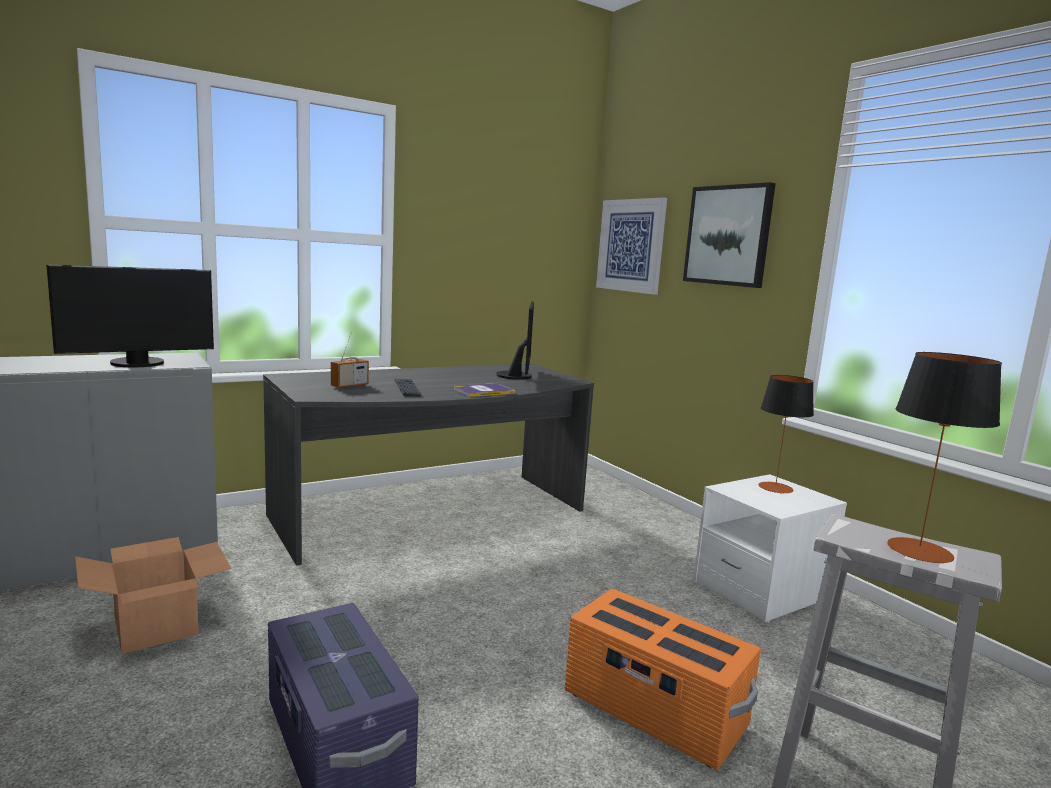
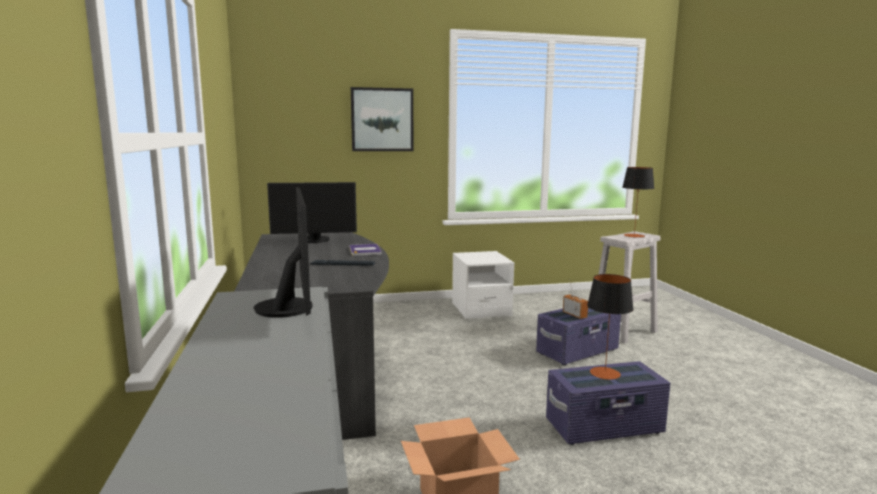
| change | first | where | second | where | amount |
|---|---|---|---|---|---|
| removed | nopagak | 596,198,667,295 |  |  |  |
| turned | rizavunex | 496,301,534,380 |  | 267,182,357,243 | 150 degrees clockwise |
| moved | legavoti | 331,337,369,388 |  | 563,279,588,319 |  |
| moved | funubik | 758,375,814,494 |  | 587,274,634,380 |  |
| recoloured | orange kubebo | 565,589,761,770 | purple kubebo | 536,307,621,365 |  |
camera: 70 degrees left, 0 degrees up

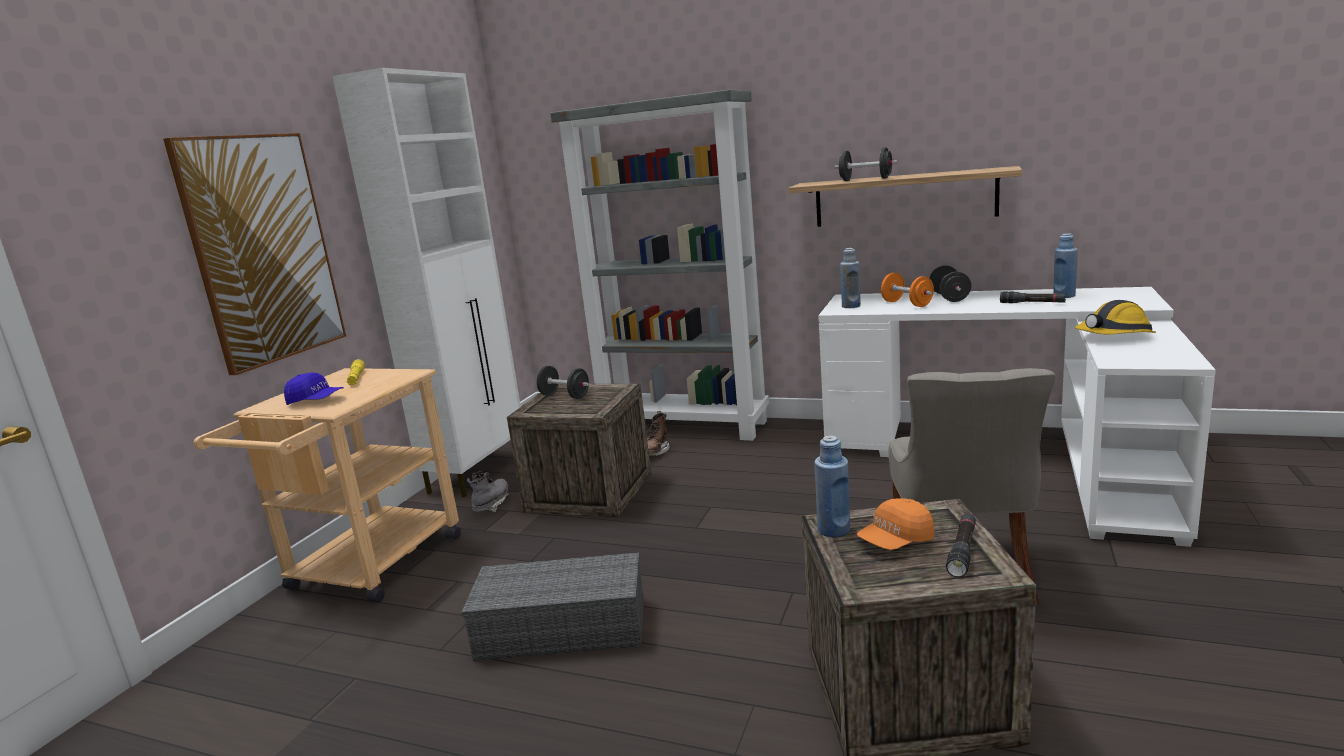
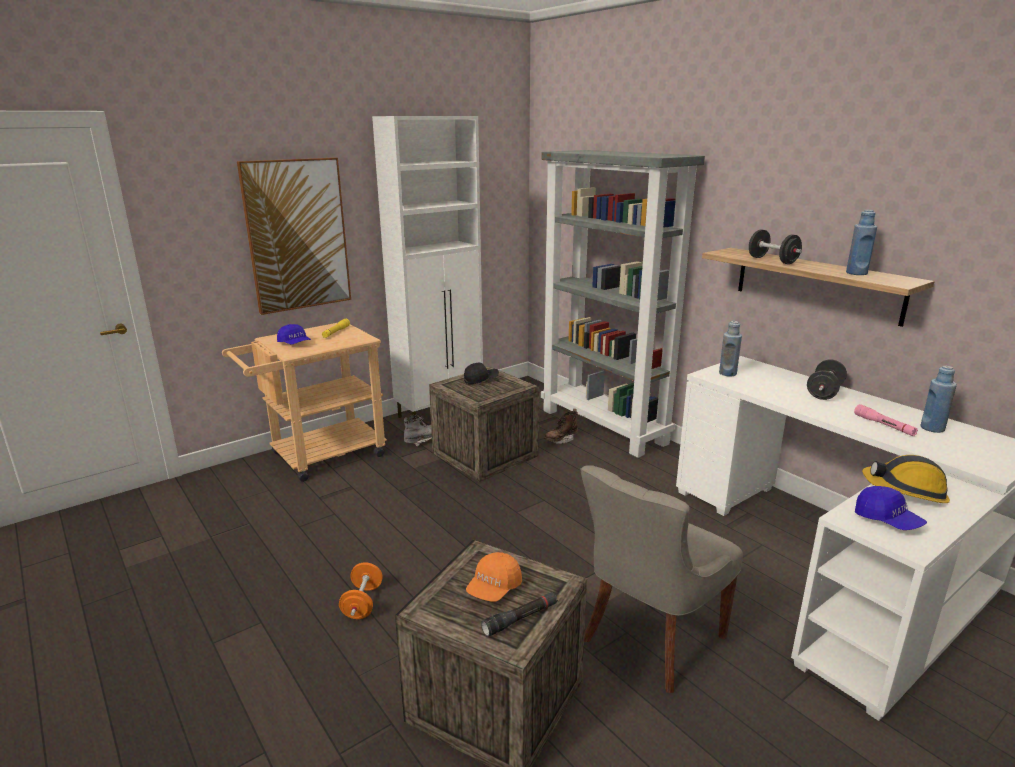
| change | first | where | second | where | amount |
|---|---|---|---|---|---|
| moved | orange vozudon | 881,273,934,307 |  | 339,562,383,619 |  |
| recoloured | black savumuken | 1000,292,1066,303 | pink savumuken | 854,404,918,436 |  |
| replaced | black vozudon | 537,366,589,399 | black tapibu | 464,363,499,384 |  |
| moved | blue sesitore | 814,435,850,537 |  | 846,210,877,275 |  |
| turned | orange tapibu | 857,498,934,550 |  | 466,552,522,602 | 60 degrees counterclockwise |
| removed | grey kubebo | 461,552,644,661 |  |  |  |
| added |  |  | blue tapibu | 855,486,927,530 |  |
camera: 30 degrees right, 5 degrees up

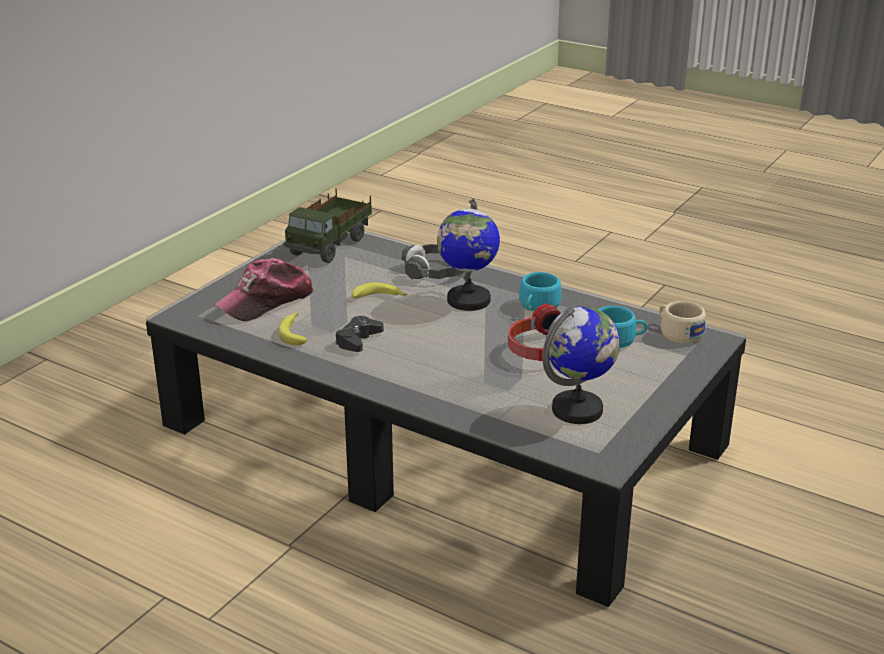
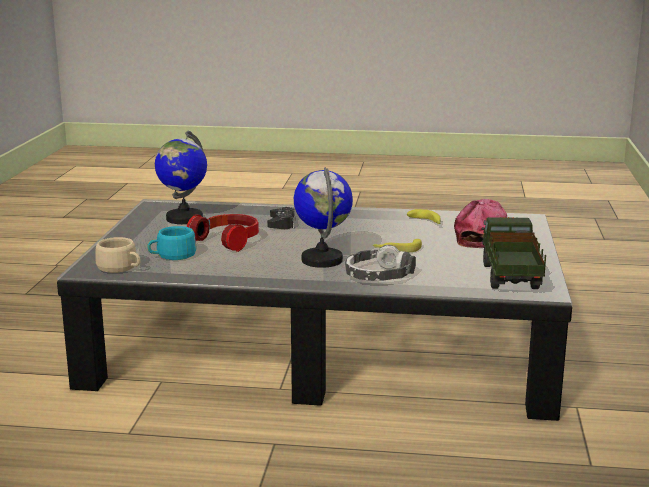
| change | first | where | second | where | amount |
|---|---|---|---|---|---|
| removed | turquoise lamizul | 519,272,561,311 |  |  |  |
| moved | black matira | 335,316,384,352 |  | 267,207,296,229 |  |
camera: 155 degrees right, 10 degrees down

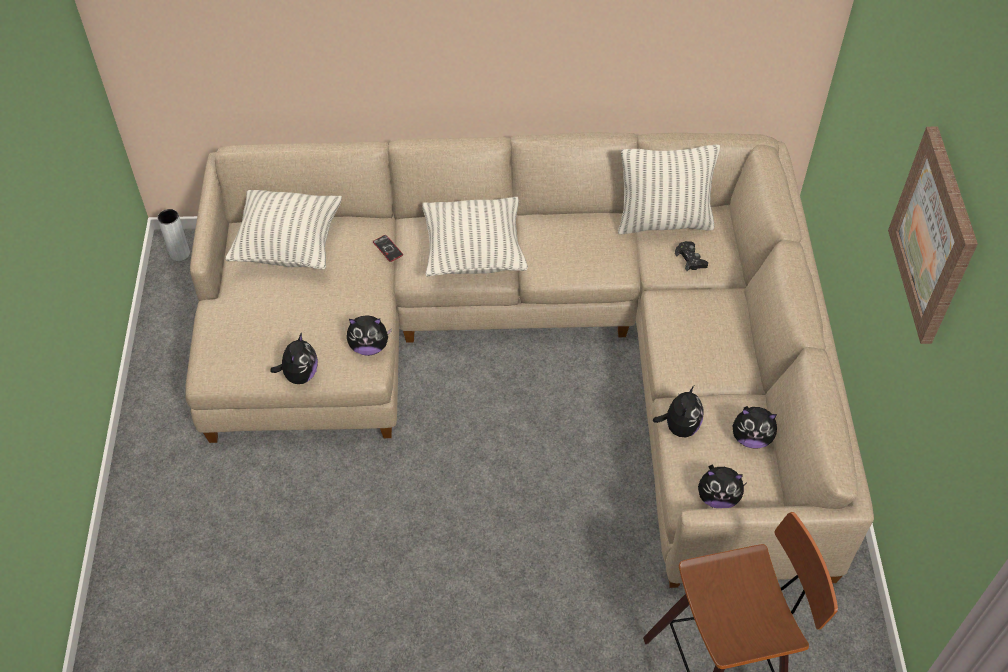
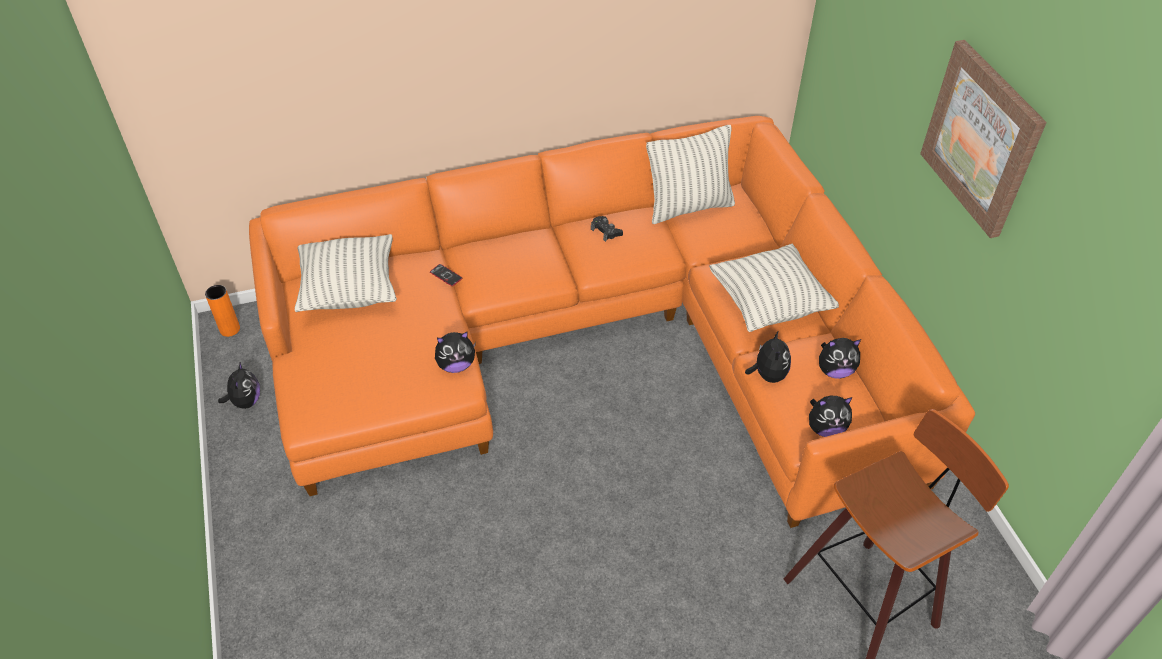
| change | first | where | second | where | amount |
|---|---|---|---|---|---|
| recoloured | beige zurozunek | 186,133,874,588 | orange zurozunek | 249,116,975,528 |  |
| moved | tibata | 422,197,528,276 |  | 709,243,839,332 |  |
| recoloured | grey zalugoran | 158,209,190,261 | orange zalugoran | 205,285,240,337 |  |
| moved | black matira | 675,241,708,271 |  | 591,216,623,242 |  |
| moved | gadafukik | 270,332,318,384 |  | 218,361,260,409 |  |
camera: 15 degrees left, 5 degrees down

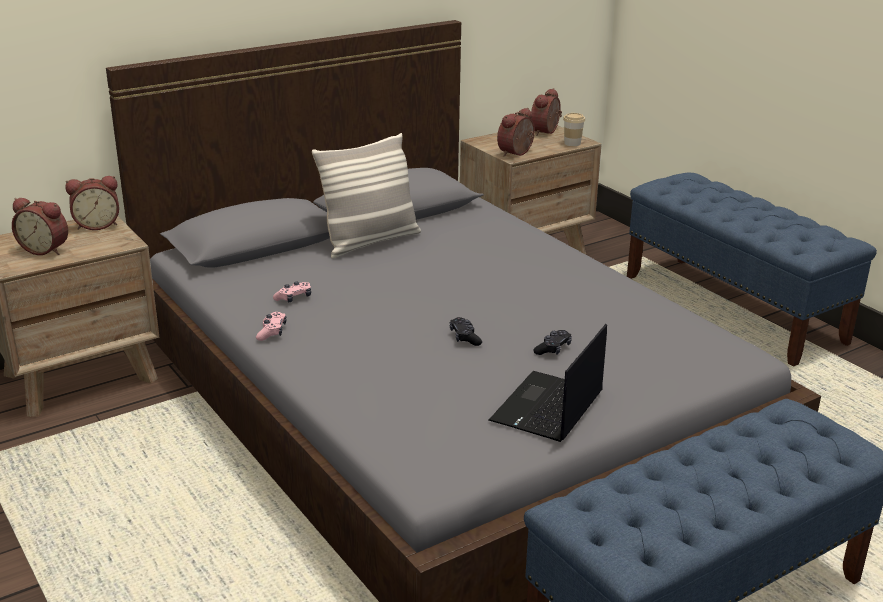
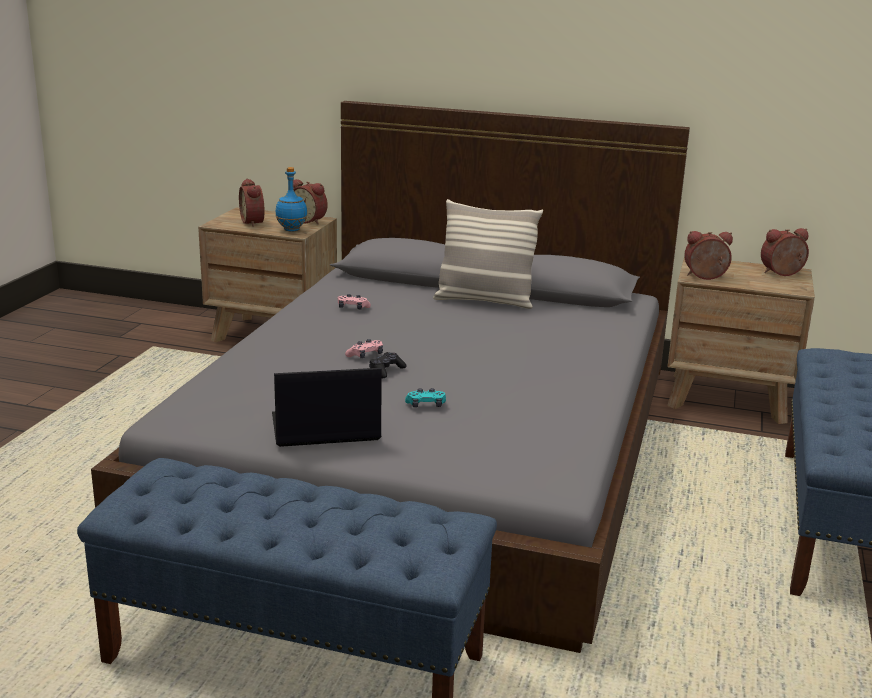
| change | first | where | second | where | amount |
|---|---|---|---|---|---|
| removed | lamizul | 563,113,585,146 |  |  |  |
| moved | pink matira | 256,312,286,341 |  | 345,339,383,358 |  |
| recoloured | black matira | 533,330,572,355 | turquoise matira | 405,388,446,407 |  |
| added |  |  | blue sesitore | 275,167,308,232 |  |
camera: 50 degrees right, 5 degrees down

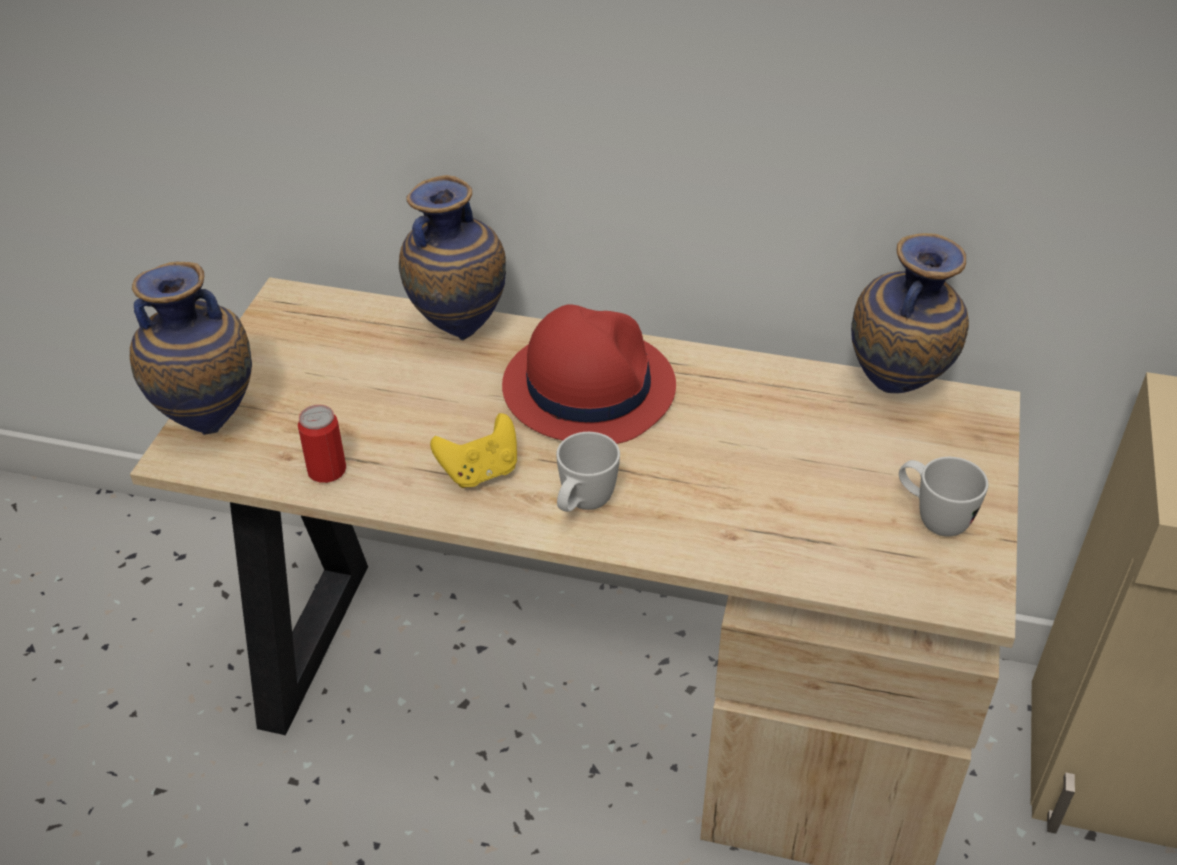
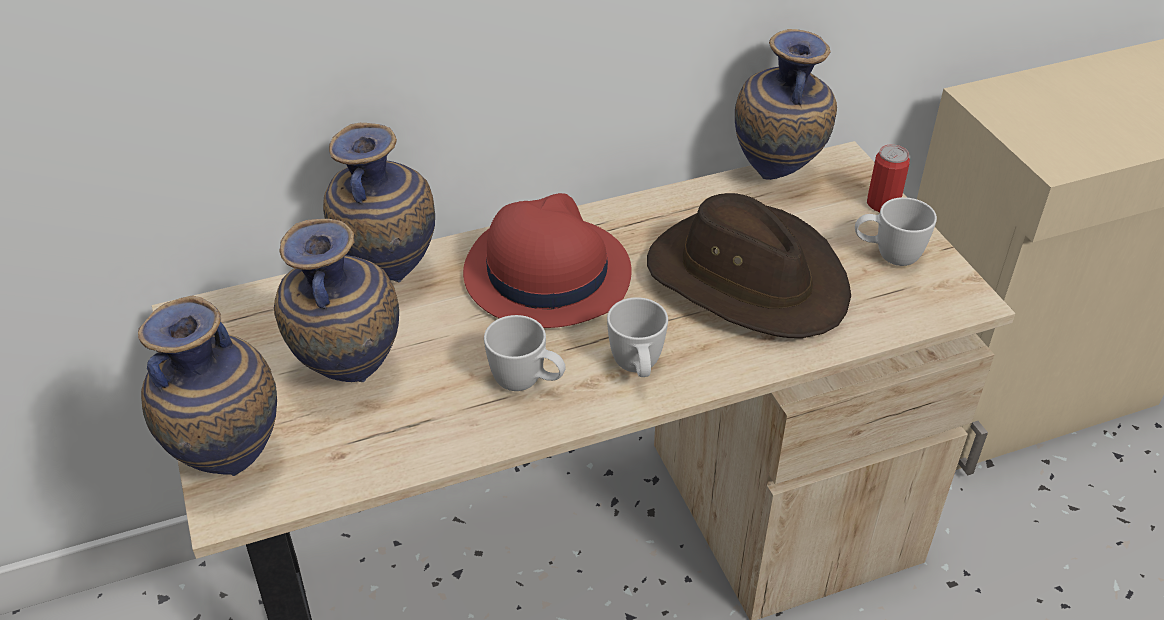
| change | first | where | second | where | amount |
|---|---|---|---|---|---|
| moved | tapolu | 298,405,346,483 |  | 867,144,910,212 |  |
| replaced | yellow matira | 430,413,517,488 | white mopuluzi | 484,315,566,391 |  |
| added |  |  | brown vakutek | 647,193,851,338 |  |
| added |  |  | zalugoran | 274,219,399,382 |  |
camera: 35 degrees left, 0 degrees up

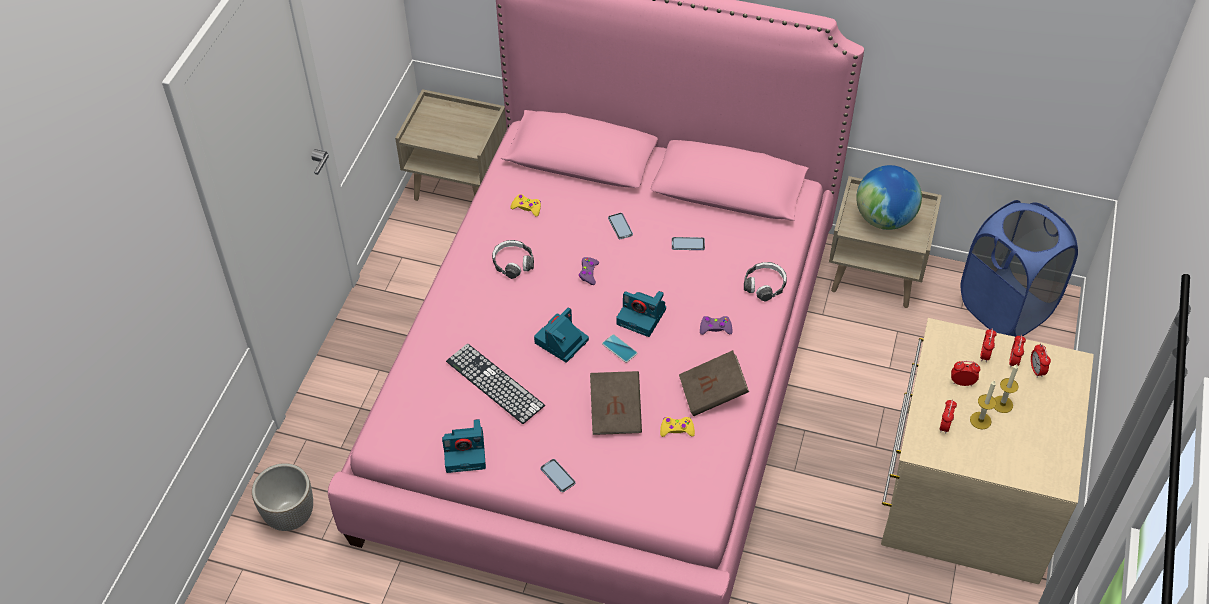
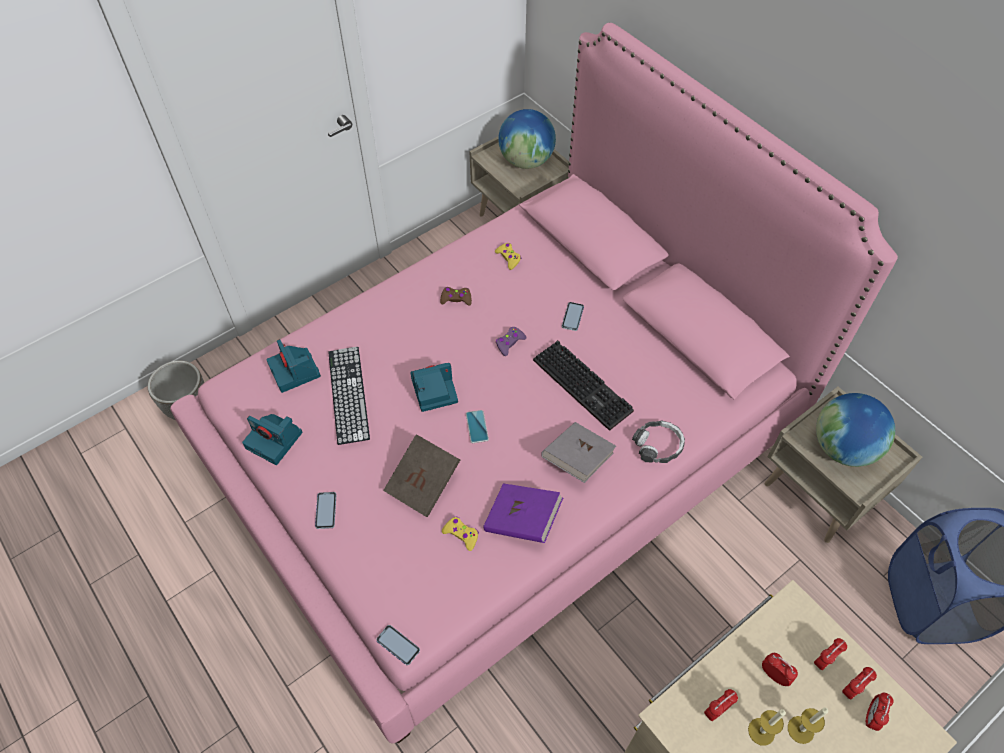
| change | first | where | second | where | amount |
|---|---|---|---|---|---|
| moved | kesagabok | 672,237,705,250 |  | 376,625,420,665 |  |
| replaced | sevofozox | 492,240,534,279 | brown matira | 440,287,472,305 |  |
| moved | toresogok | 616,291,666,337 |  | 266,339,321,393 |  |
| replaced | purple matira | 700,316,733,335 | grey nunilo | 541,422,616,483 |  |
| recoloured | brown nunilo | 679,350,749,416 | purple nunilo | 483,483,563,543 |  |
| added |  |  | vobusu | 498,109,556,169 |  |
| added |  |  | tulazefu | 533,340,634,431 |  |
camera: 35 degrees right, 5 degrees up

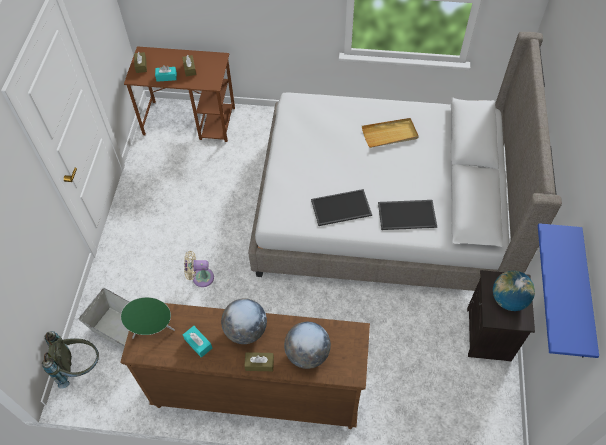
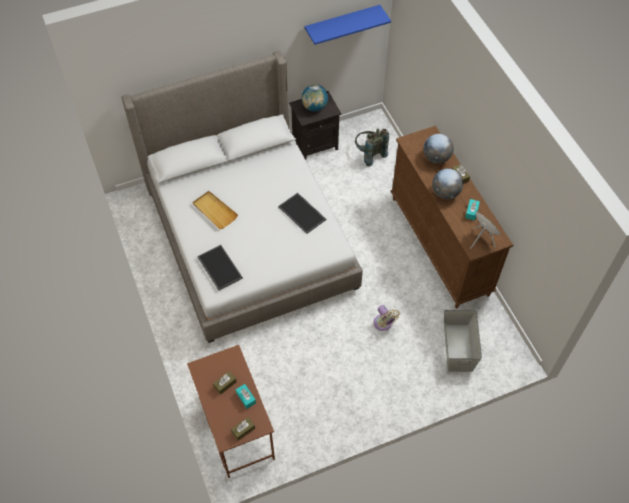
| change | first | where | second | where | amount |
|---|---|---|---|---|---|
| moved | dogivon | 378,200,437,230 |  | 197,245,243,290 |  |
| moved | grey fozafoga | 42,331,99,389 |  | 355,129,389,167 |  |
camera: 120 degrees left, 0 degrees up

